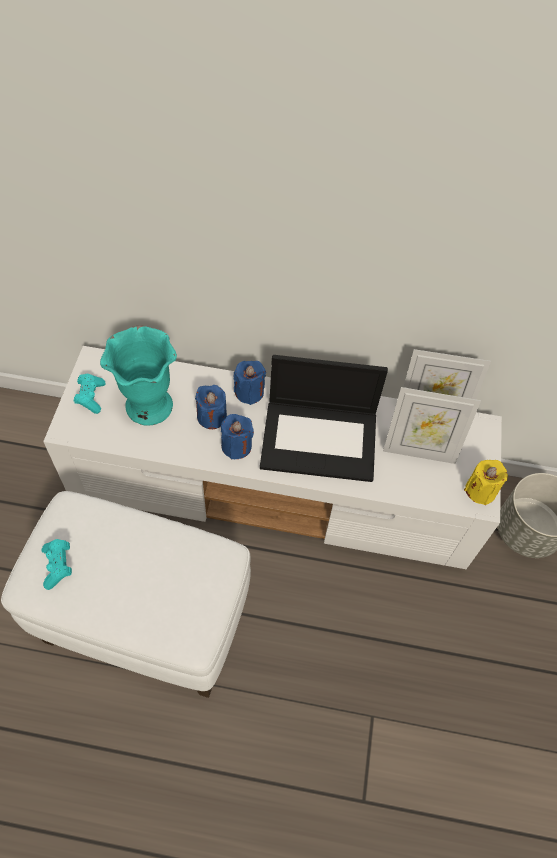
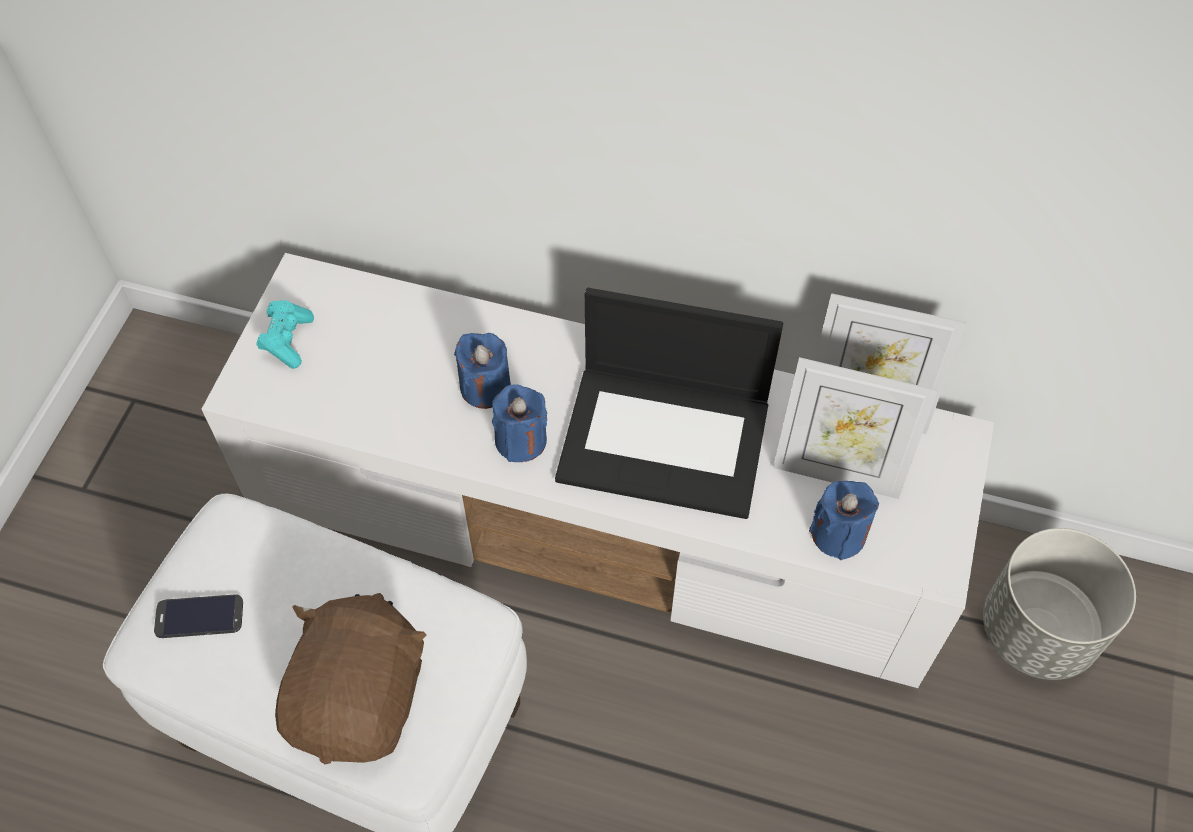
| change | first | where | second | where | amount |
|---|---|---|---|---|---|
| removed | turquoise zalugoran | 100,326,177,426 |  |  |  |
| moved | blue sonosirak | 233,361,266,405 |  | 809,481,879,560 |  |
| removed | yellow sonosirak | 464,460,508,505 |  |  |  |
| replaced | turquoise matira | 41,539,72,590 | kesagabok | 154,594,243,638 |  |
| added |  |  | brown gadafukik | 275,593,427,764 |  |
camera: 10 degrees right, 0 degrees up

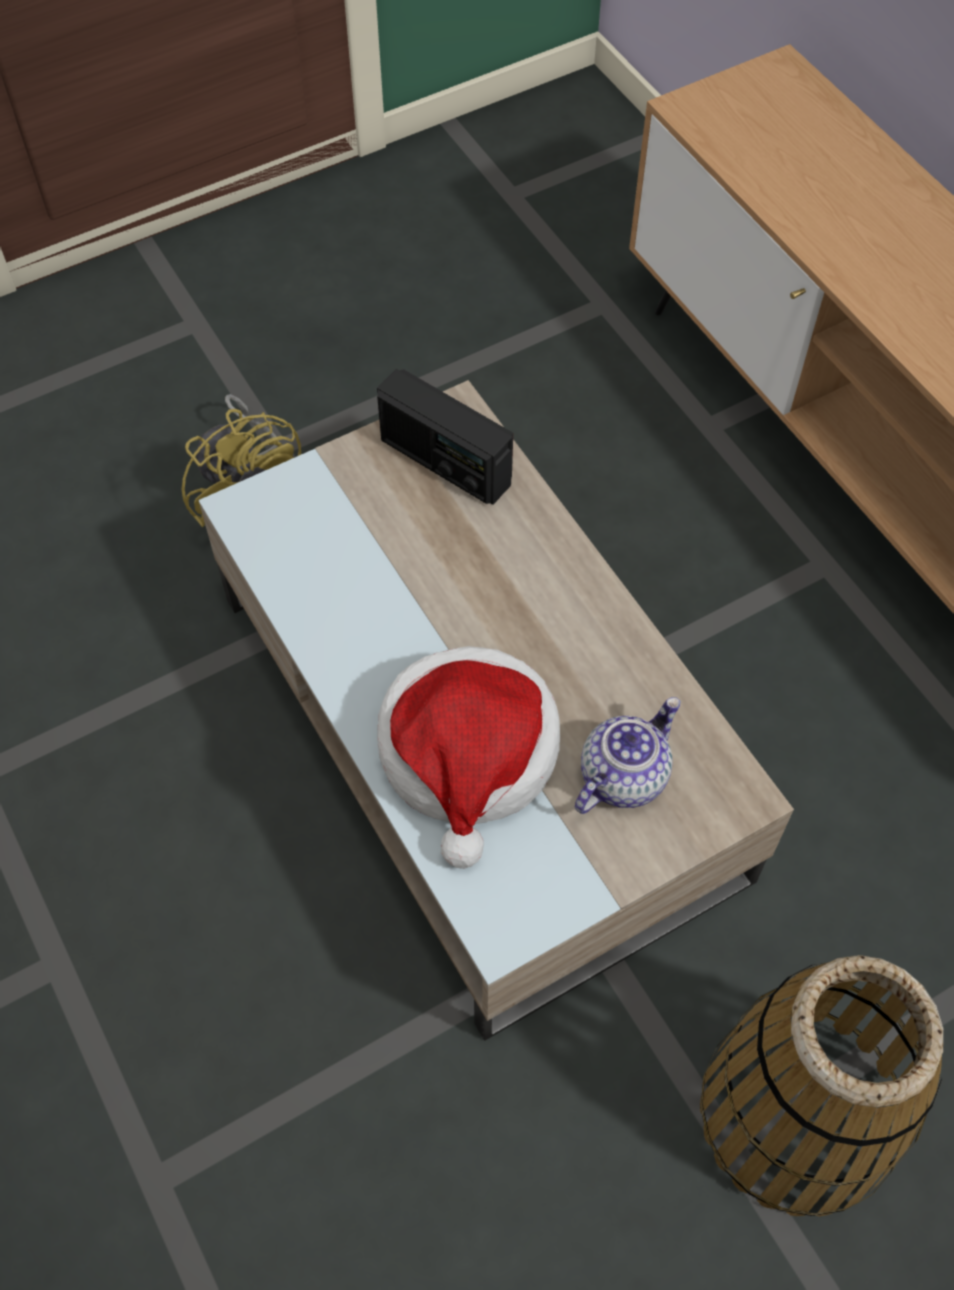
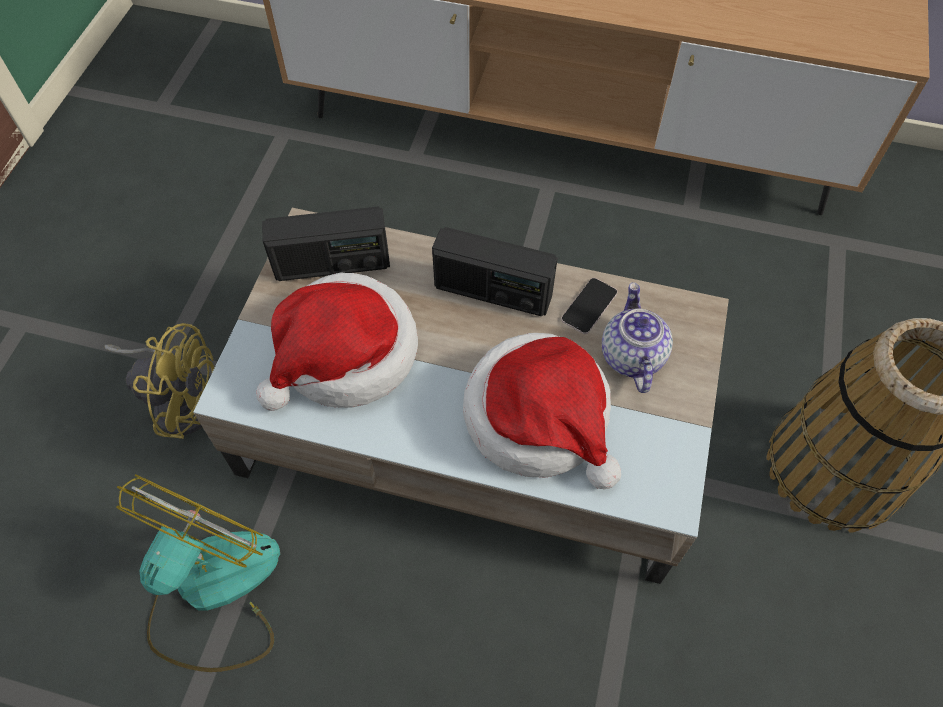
| change | first | where | second | where | amount |
|---|---|---|---|---|---|
| added |  |  | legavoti | 432,227,558,316 |  |
| added |  |  | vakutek | 256,273,418,411 |  |
| added |  |  | kesagabok | 561,278,617,334 |  |
| added |  |  | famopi | 116,474,280,672 |  |
camera: 45 degrees left, 0 degrees up

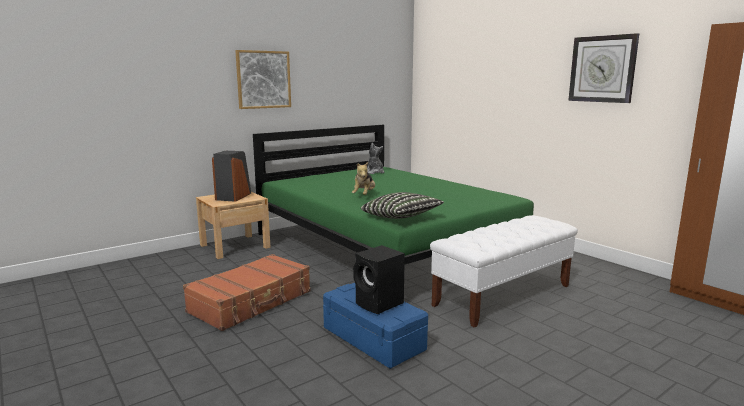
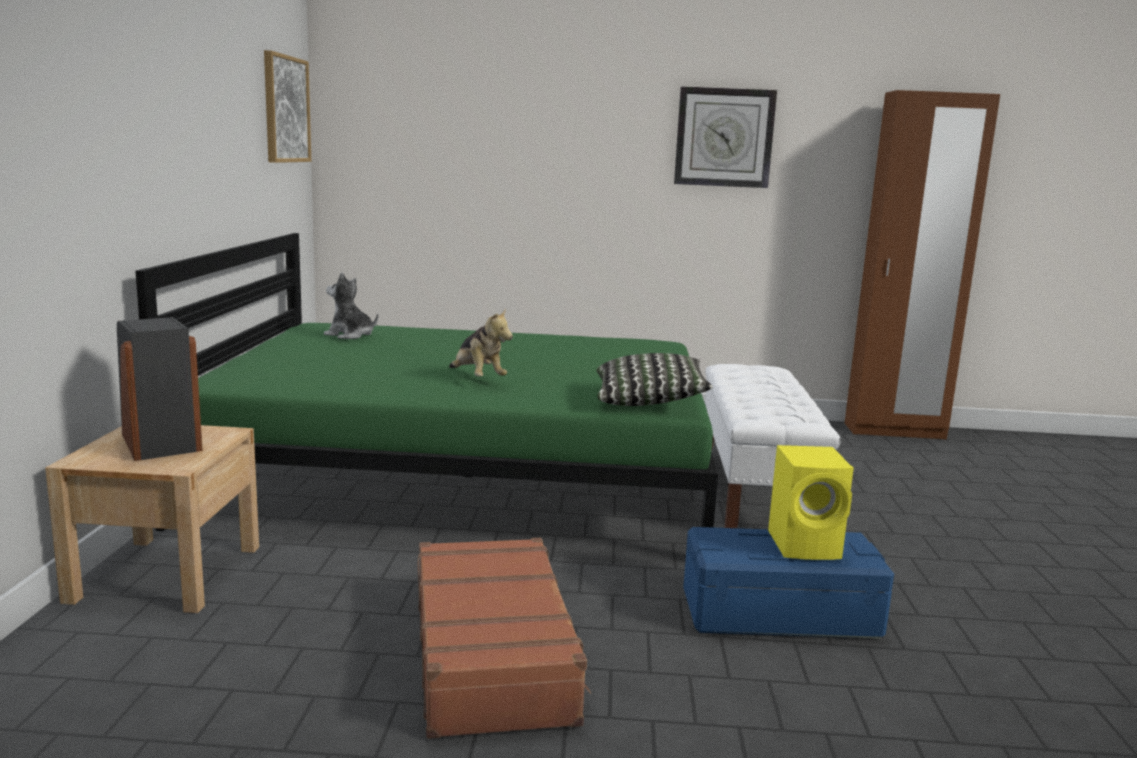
| change | first | where | second | where | amount |
|---|---|---|---|---|---|
| moved | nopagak | 235,50,291,109 |  | 264,50,311,163 |  |
| recoloured | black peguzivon | 353,245,405,314 | yellow peguzivon | 768,445,854,560 |  |
camera: 50 degrees left, 0 degrees up

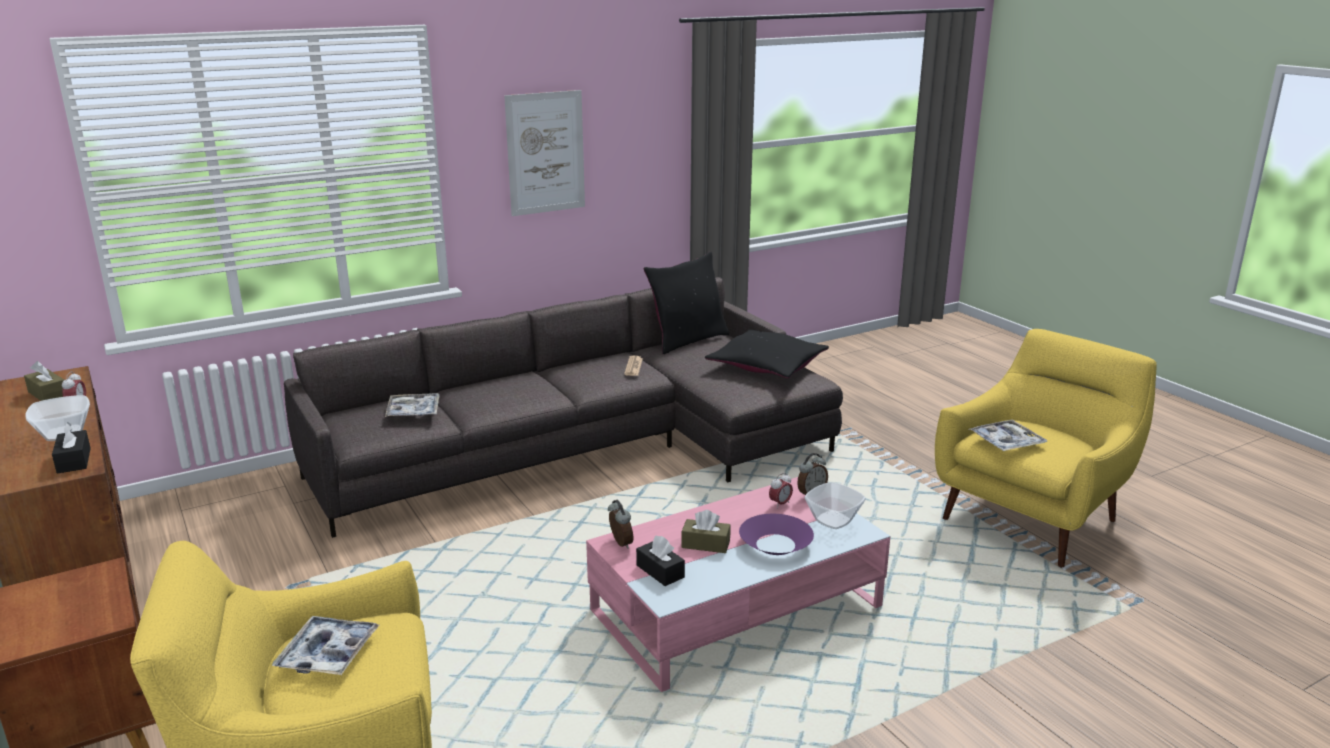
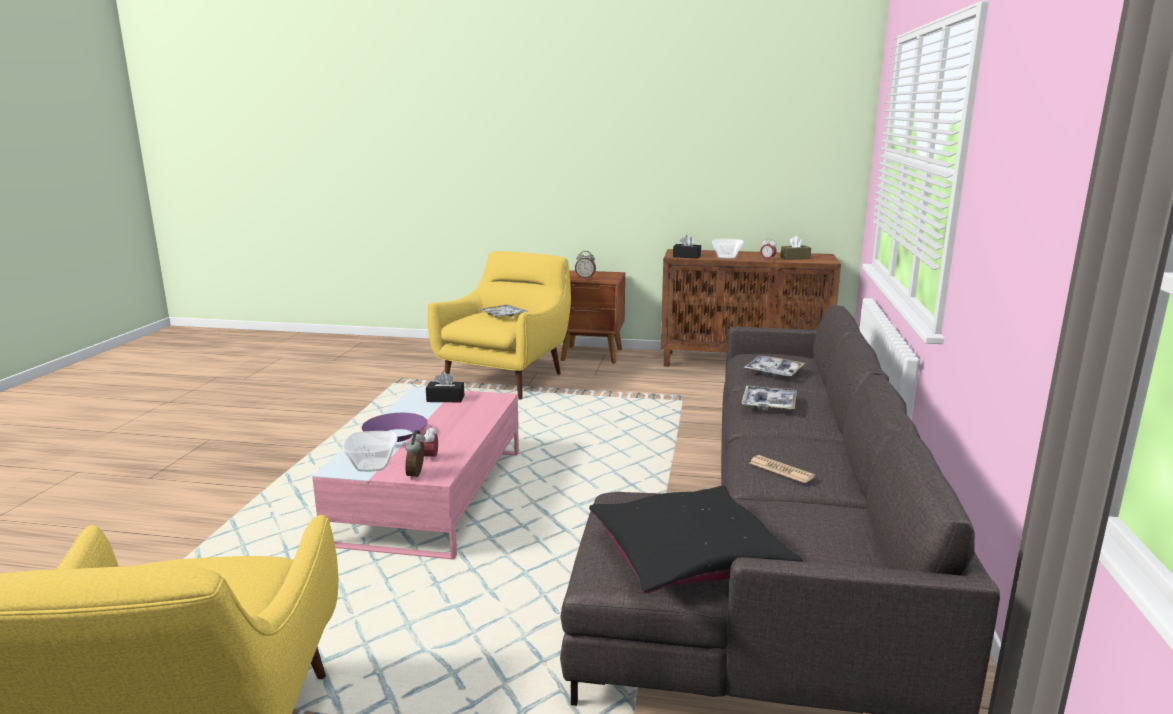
| change | first | where | second | where | amount |
|---|---|---|---|---|---|
| removed | nopagak | 504,90,585,216 |  |  |  |
| removed | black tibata | 644,252,729,354 |  |  |  |
| moved | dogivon | 969,420,1048,451 |  | 741,386,797,410 |  |
| moved | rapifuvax | 608,500,633,549 |  | 575,251,596,278 |  |
| removed | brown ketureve | 681,510,731,553 |  |  |  |
camera: 130 degrees right, 5 degrees down

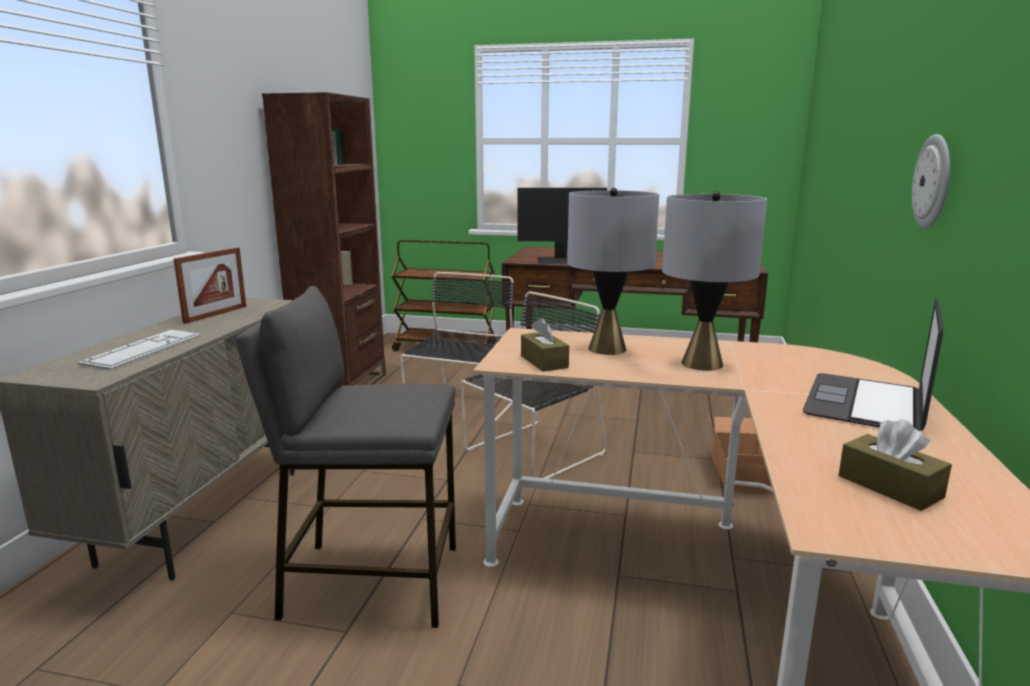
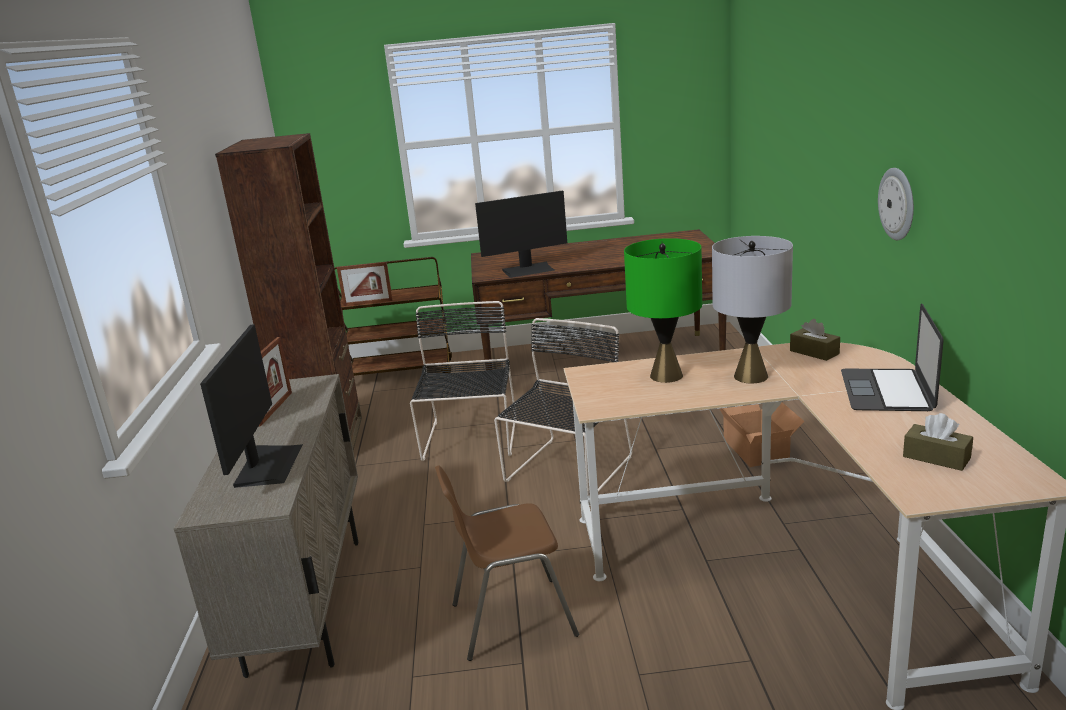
| change | first | where | second | where | amount |
|---|---|---|---|---|---|
| recoloured | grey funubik | 567,188,659,355 | green funubik | 624,238,702,383 |  |
| replaced | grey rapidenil | 236,286,456,628 | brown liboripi | 435,465,579,661 |  |
| moved | brown ketureve | 521,318,569,372 |  | 790,319,840,361 |  |
| replaced | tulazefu | 78,330,200,370 | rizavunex | 200,324,303,488 |  |
| added |  |  | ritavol | 337,262,393,306 |  |
camera: 15 degrees left, 5 degrees up

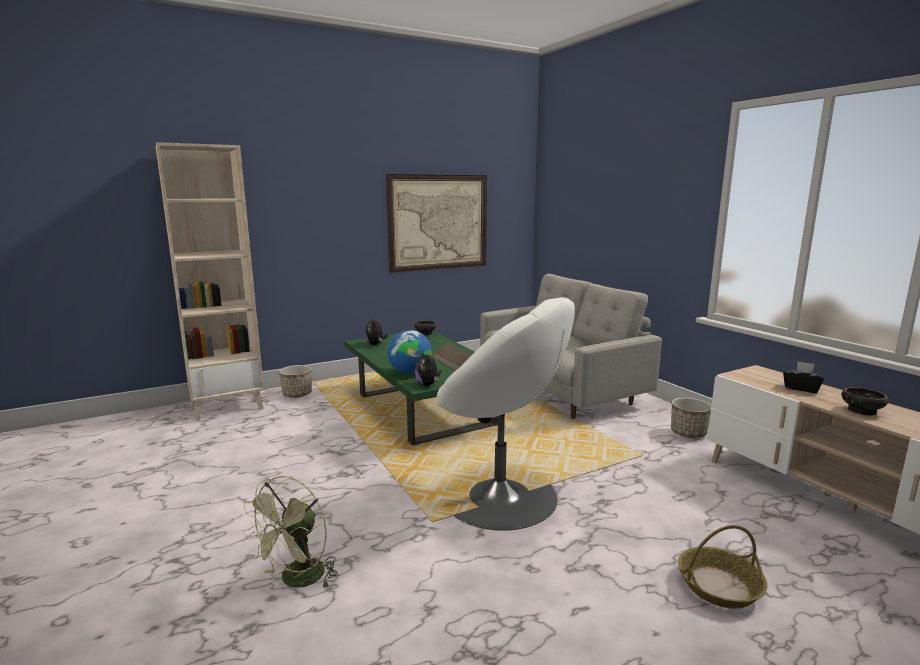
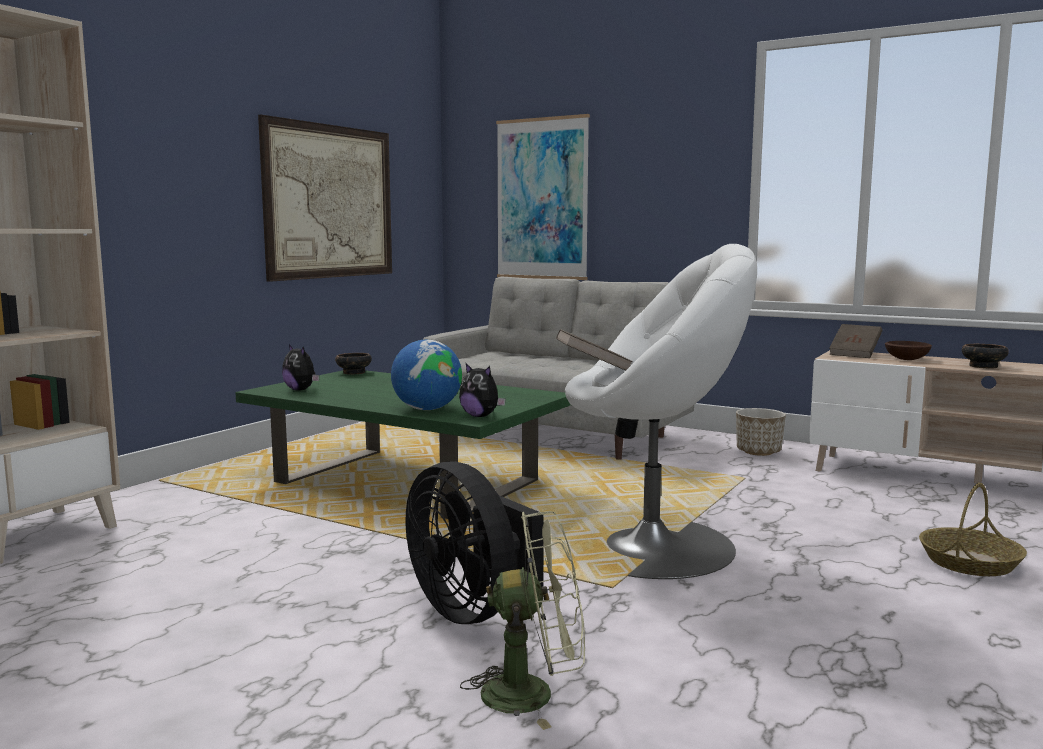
| change | first | where | second | where | amount |
|---|---|---|---|---|---|
| replaced | black ketureve | 783,361,824,393 | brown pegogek | 885,341,932,360 |  |
| removed | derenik | 279,365,312,398 |  |  |  |
| turned | green famopi | 242,476,338,588 |  | 460,511,585,730 | 90 degrees counterclockwise |
| added |  |  | nopagak | 496,114,590,280 |  |
| added |  |  | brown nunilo | 829,324,882,358 |  |
| added |  |  | black famopi | 405,461,544,624 |  |
camera: 30 degrees left, 5 degrees down

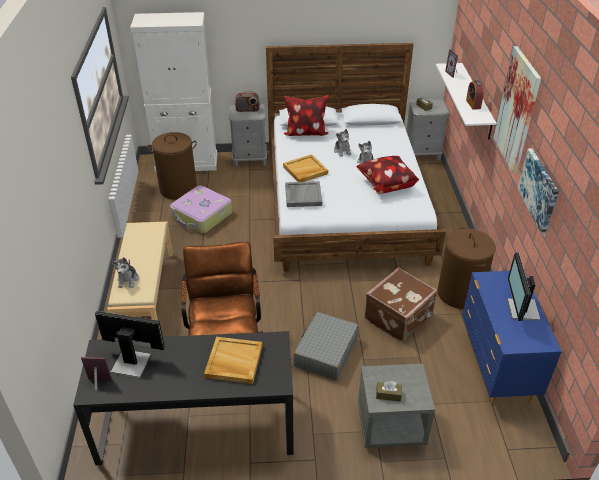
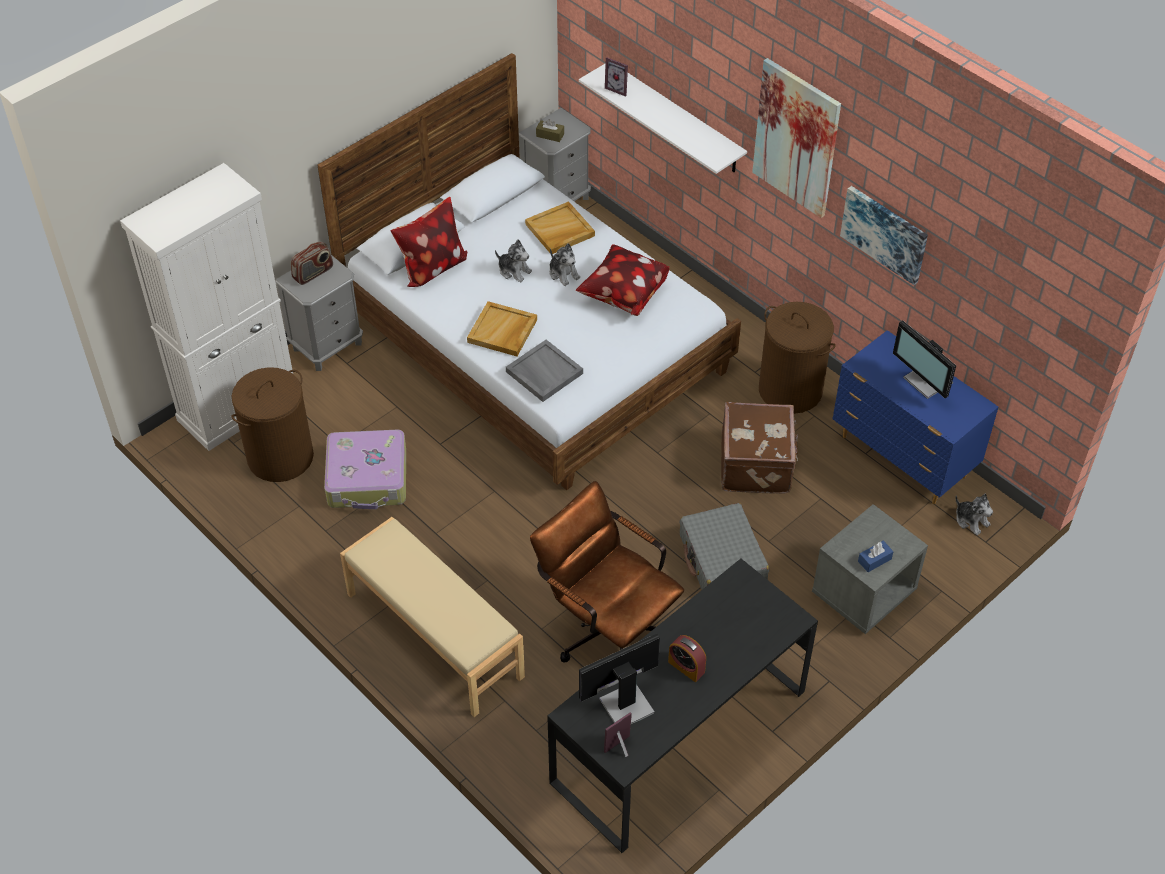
| change | first | where | second | where | amount |
|---|---|---|---|---|---|
| moved | rapifuvax | 466,80,484,110 |  | 668,635,706,682 |  |
| moved | gadafukik | 112,257,139,288 |  | 955,494,993,535 |  |
| moved | beige dogivon | 204,337,262,384 |  | 525,201,595,254 |  |
| recoloured | brown ketureve | 376,381,402,402 | blue ketureve | 858,541,894,572 |  |
camera: 40 degrees left, 10 degrees up

